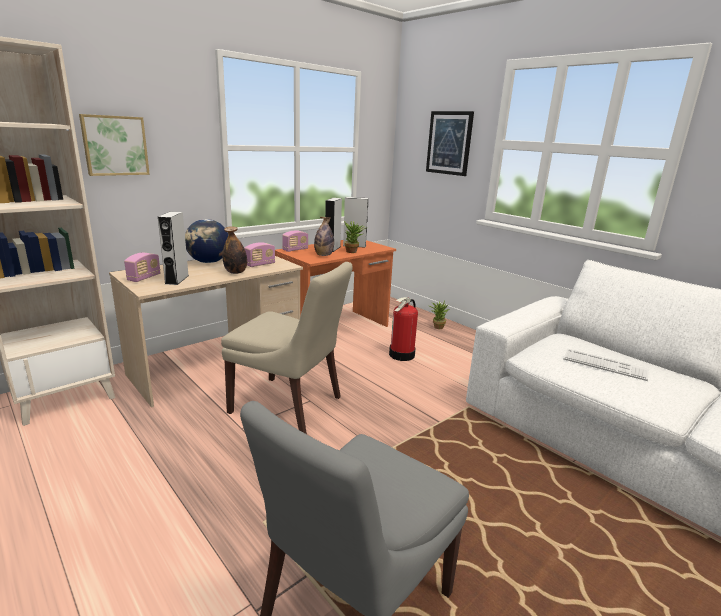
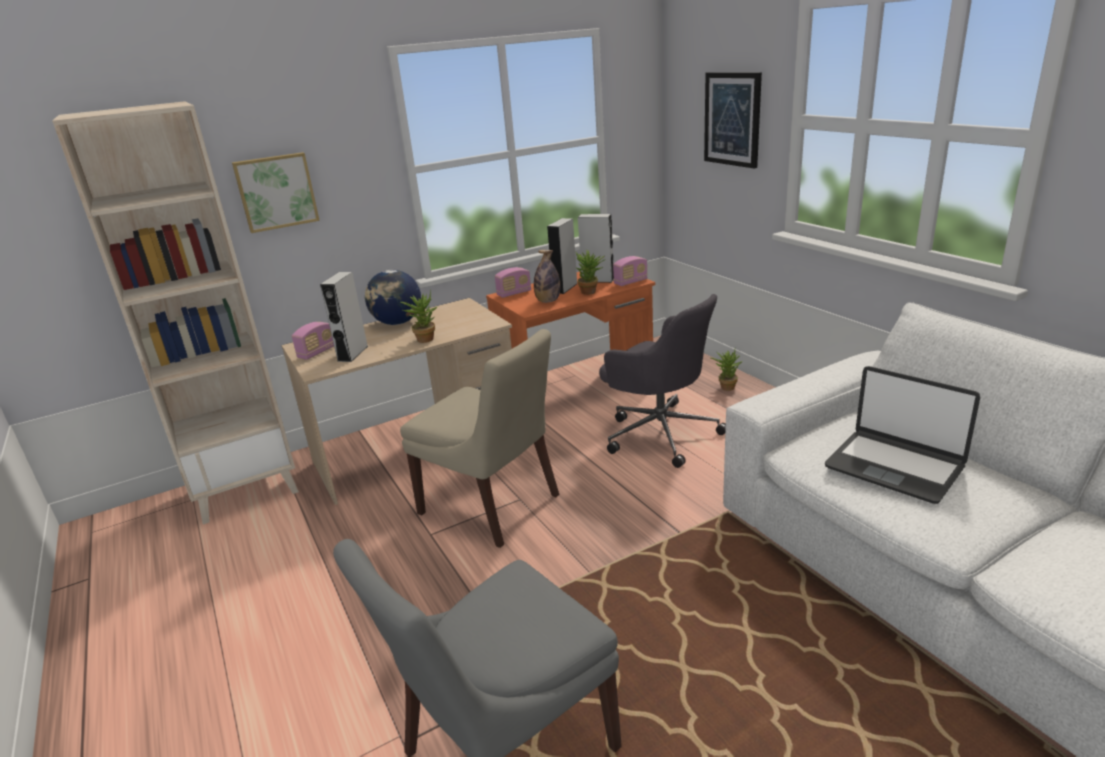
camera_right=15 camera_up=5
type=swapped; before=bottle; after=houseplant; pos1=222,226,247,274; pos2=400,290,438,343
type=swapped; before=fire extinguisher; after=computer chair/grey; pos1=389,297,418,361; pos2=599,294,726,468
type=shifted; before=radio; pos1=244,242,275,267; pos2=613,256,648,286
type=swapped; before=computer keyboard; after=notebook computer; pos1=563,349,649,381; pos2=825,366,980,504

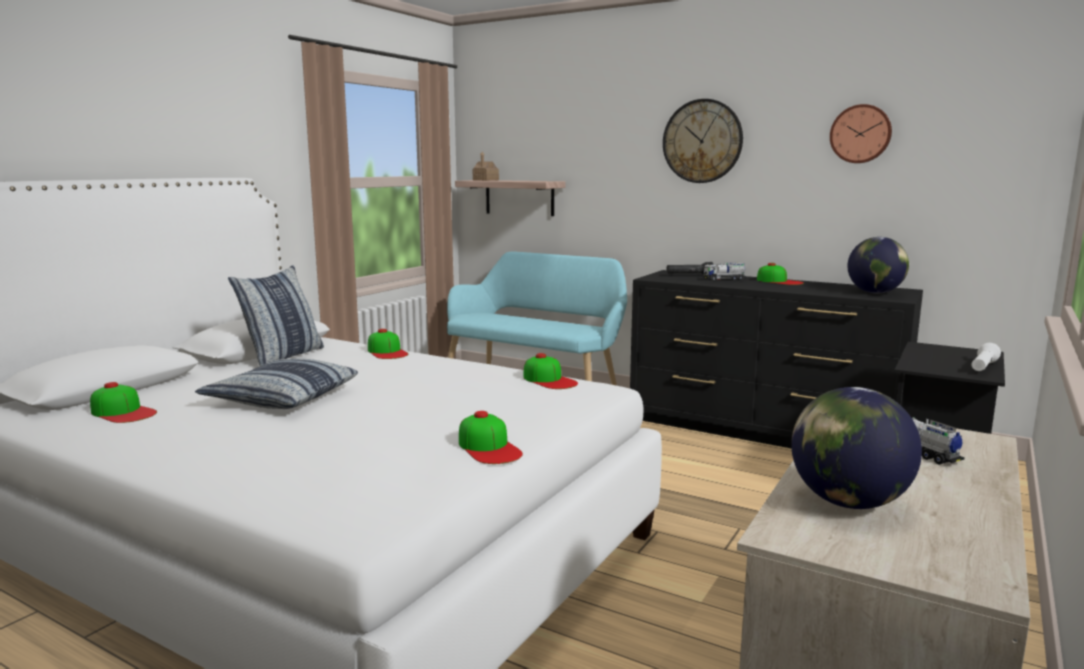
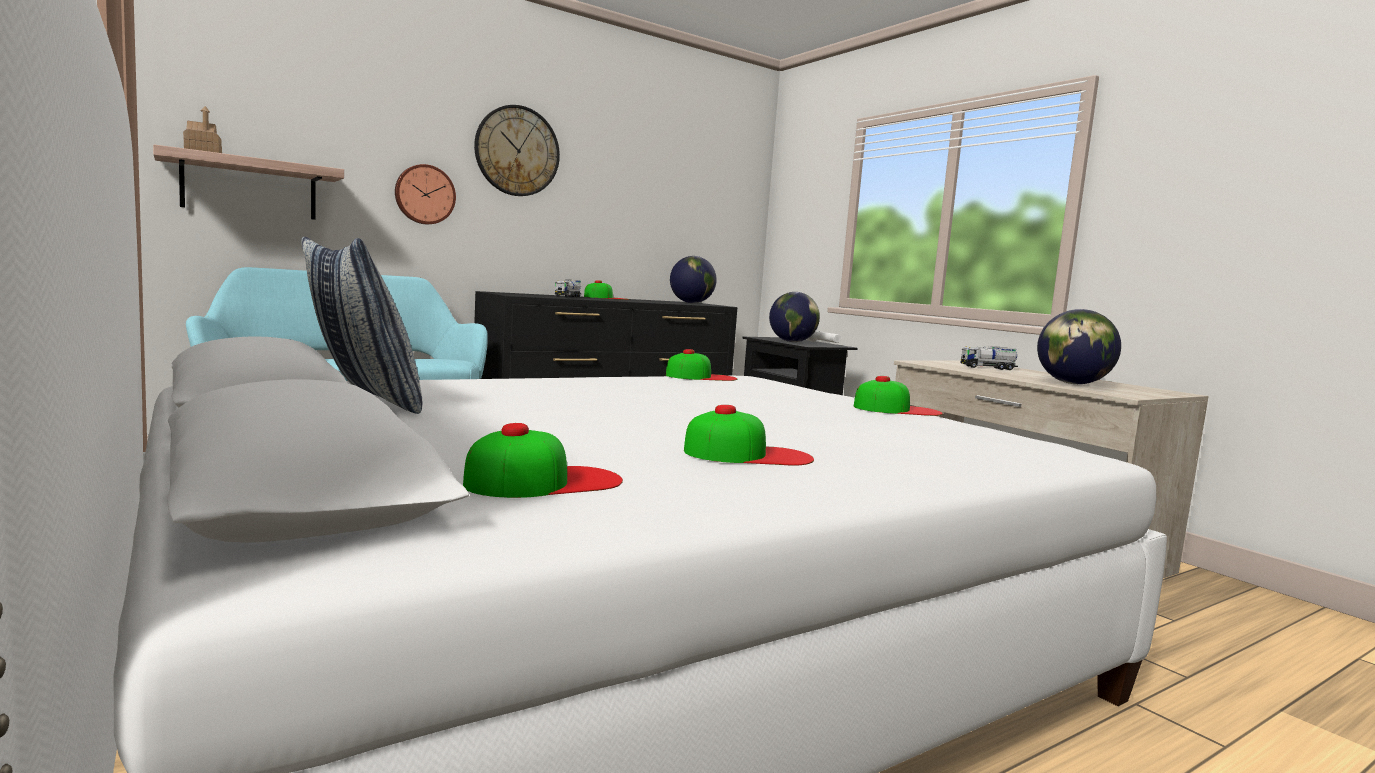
camera_right=-65 camera_up=-5
type=shifted; before=hanging clock; pos1=830,104,892,163; pos2=395,164,456,224
type=shifted; before=cap; pos1=368,329,408,359; pos2=684,405,814,465
type=new; after=desk globe; pos2=769,292,820,342
type=gone; before=cushion; pos1=195,358,358,409
type=gone; before=torch/black; pos1=666,262,714,275

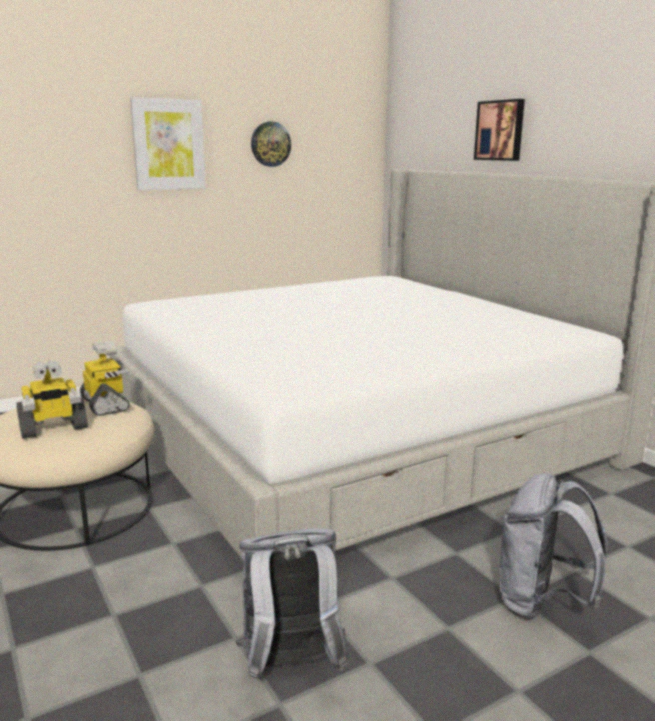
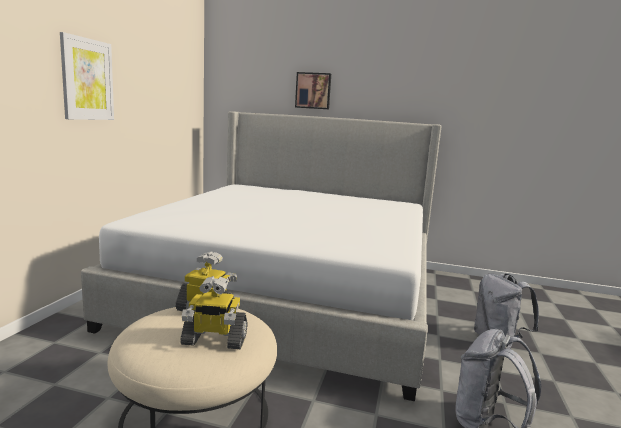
camera_right=-45 camera_up=-5
type=rotated; before=robot figure; pos1=16,361,88,439; pos2=180,276,247,349; turn=75
type=gone; before=hanging clock; pos1=251,122,291,167

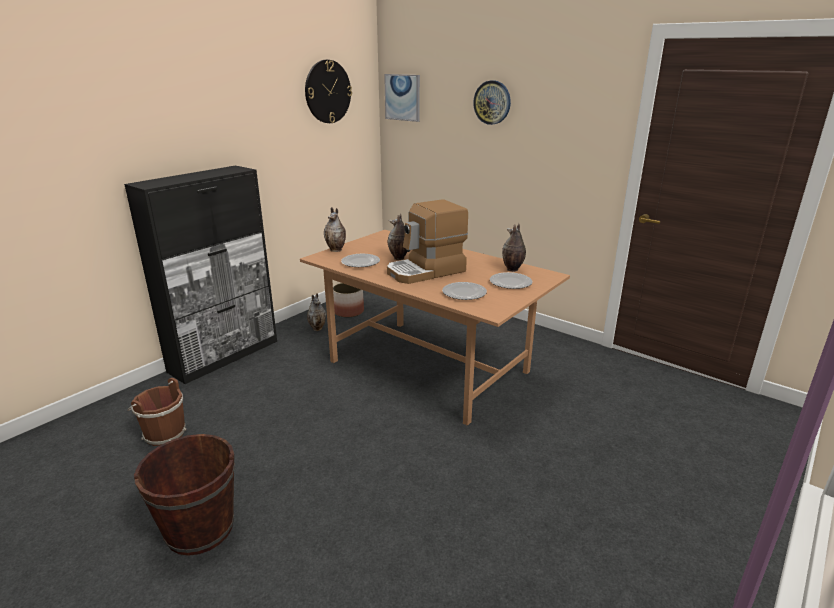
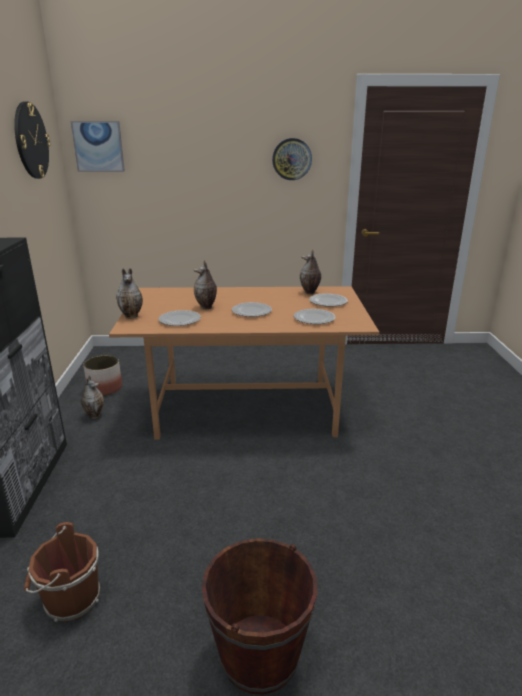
camera_right=-40 camera_up=0
type=swapped; before=coffee maker; after=dinner plate; pos1=387,200,468,284; pos2=232,302,272,317
type=shifted; before=hanging clock; pos1=473,80,511,125; pos2=272,138,312,180

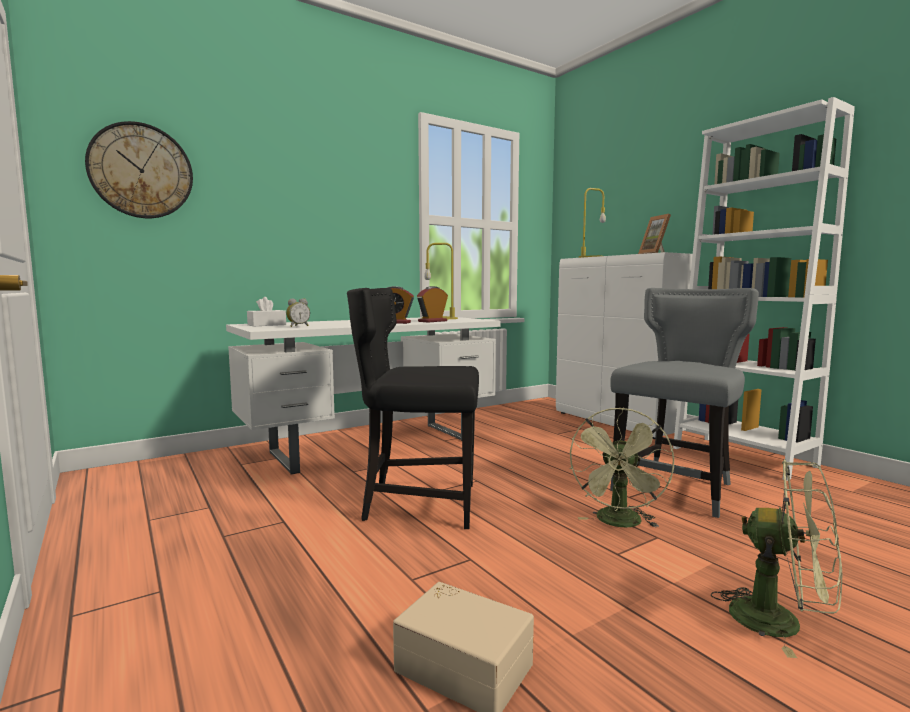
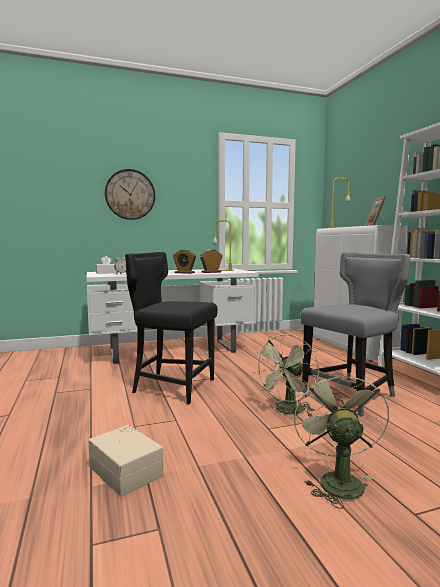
camera_right=15 camera_up=0
type=shifted; before=hanging clock; pos1=85,121,193,218; pos2=105,169,155,220
type=rotated; before=fan/greenish; pos1=711,459,842,658; pos2=294,369,389,509; turn=-135

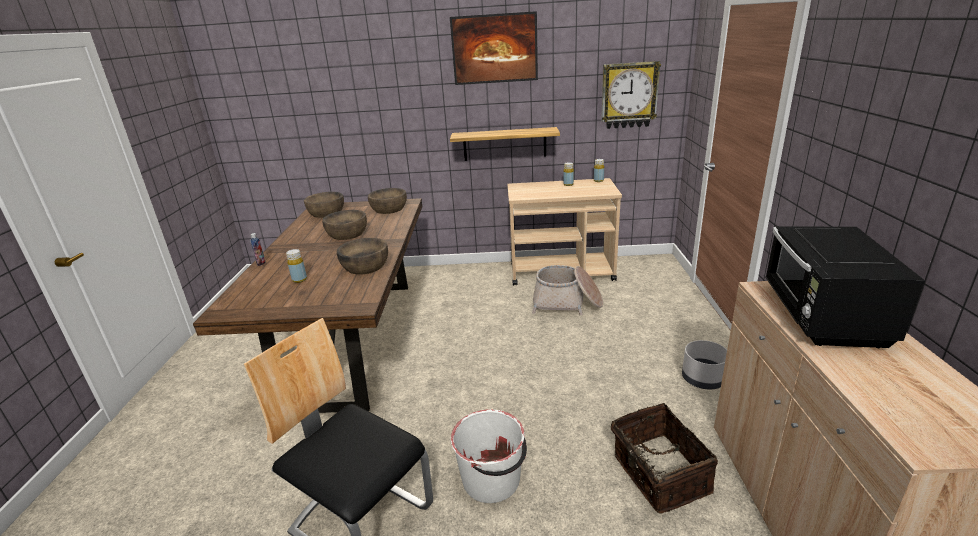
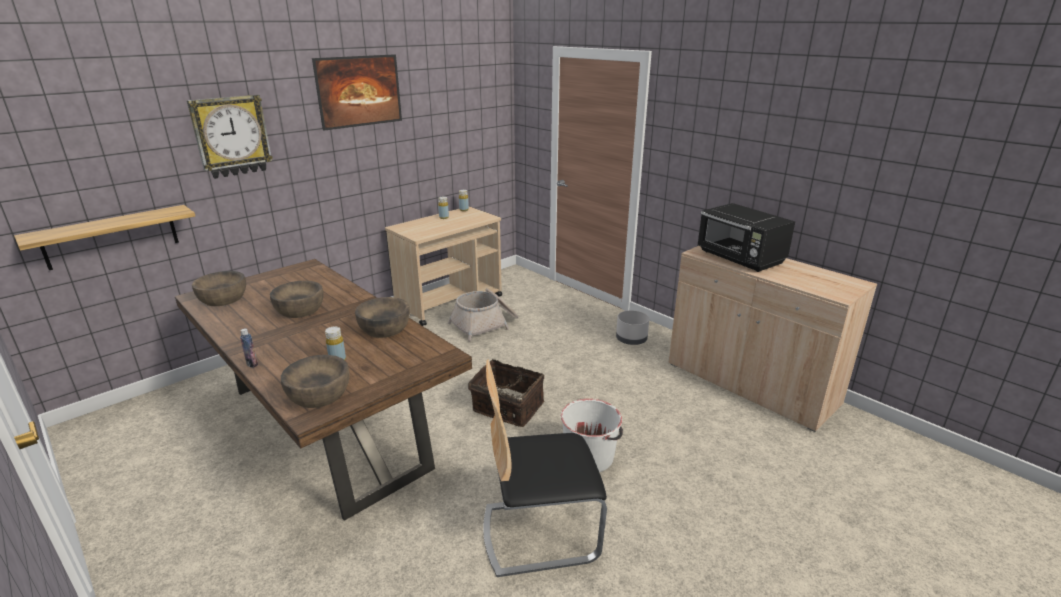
camera_right=-45 camera_up=0
type=shifted; before=shelf; pos1=450,127,560,161; pos2=14,205,195,270
type=shifted; before=hanging clock; pos1=601,61,661,129; pos2=187,95,273,179
type=shifted; before=deep dish/brownish; pos1=368,188,407,214; pos2=281,355,350,408
type=shifted; before=storage basket; pos1=611,403,718,513; pos2=468,359,544,427

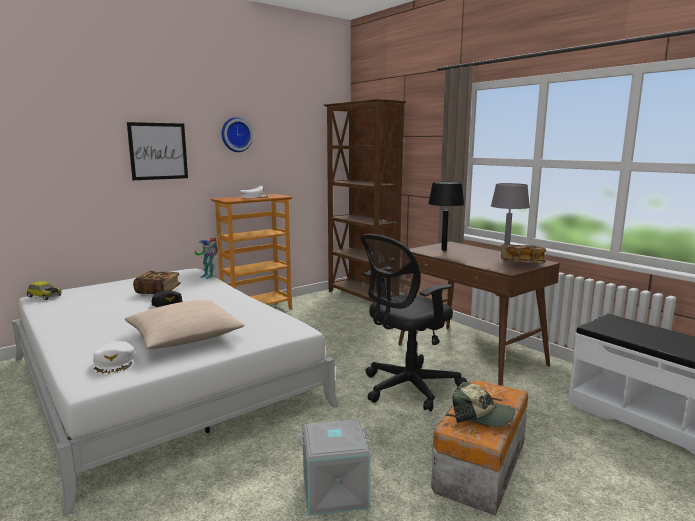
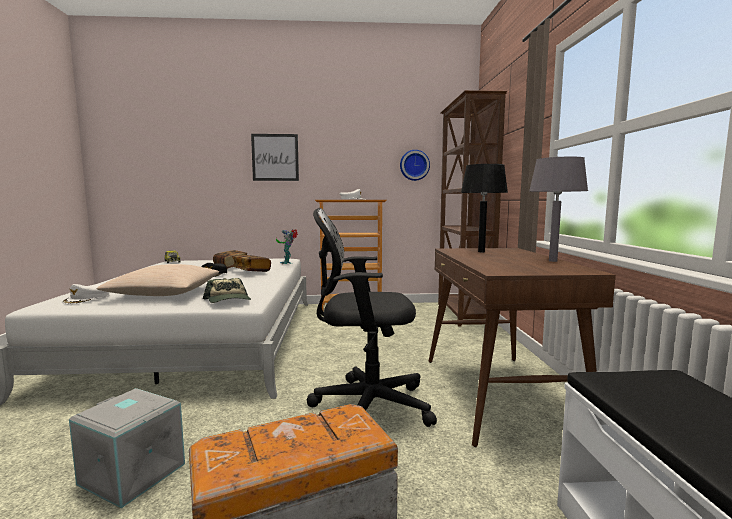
camera_right=35 camera_up=-5
type=shifted; before=cap; pos1=452,381,515,427; pos2=203,278,251,303
type=shifted; before=volume; pos1=501,245,546,263; pos2=232,255,271,272
type=shifted; before=hanging clock; pos1=222,117,253,152; pos2=400,150,430,181

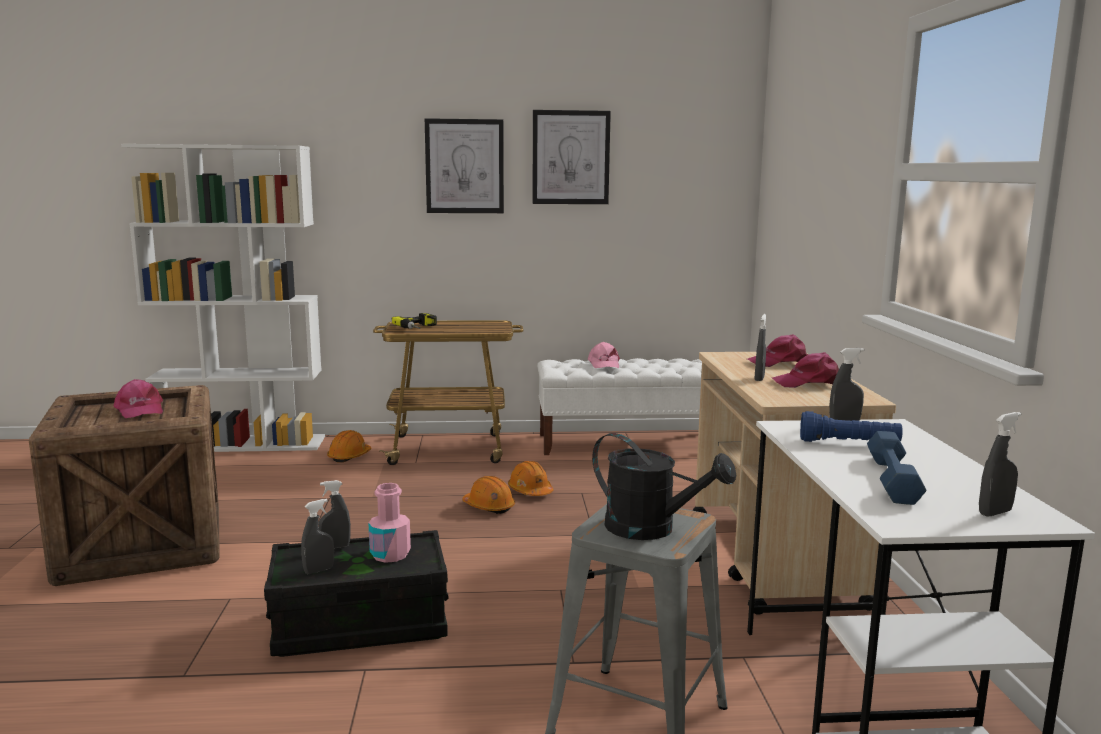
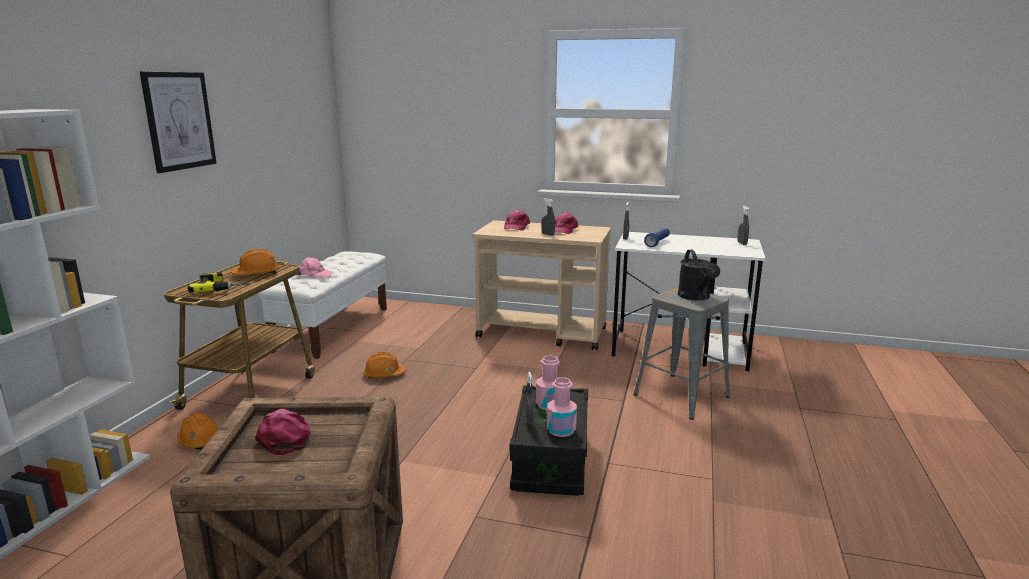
camera_right=-70 camera_up=5
type=shifted; before=safety helmet/orangey; pos1=462,476,515,514; pos2=231,249,280,275
type=rotated; before=cap/pinkish; pos1=113,379,163,418; pos2=255,408,311,455; turn=-90
type=swapped; before=spray bottle/grey; after=bottle/pinkish; pos1=301,499,334,574; pos2=547,377,577,437
type=rotated; before=sprinkling can/black; pos1=592,433,736,540; pos2=678,250,720,301; turn=120
type=gone; before=wall art; pos1=532,110,611,204
type=gone; before=hand weight/blue-coloured; pos1=867,431,927,505

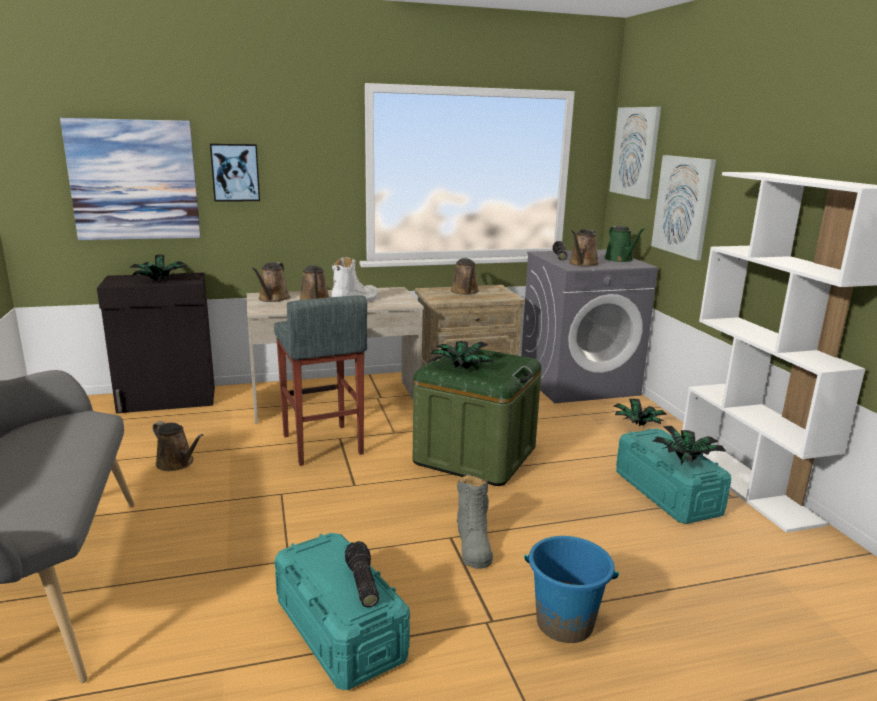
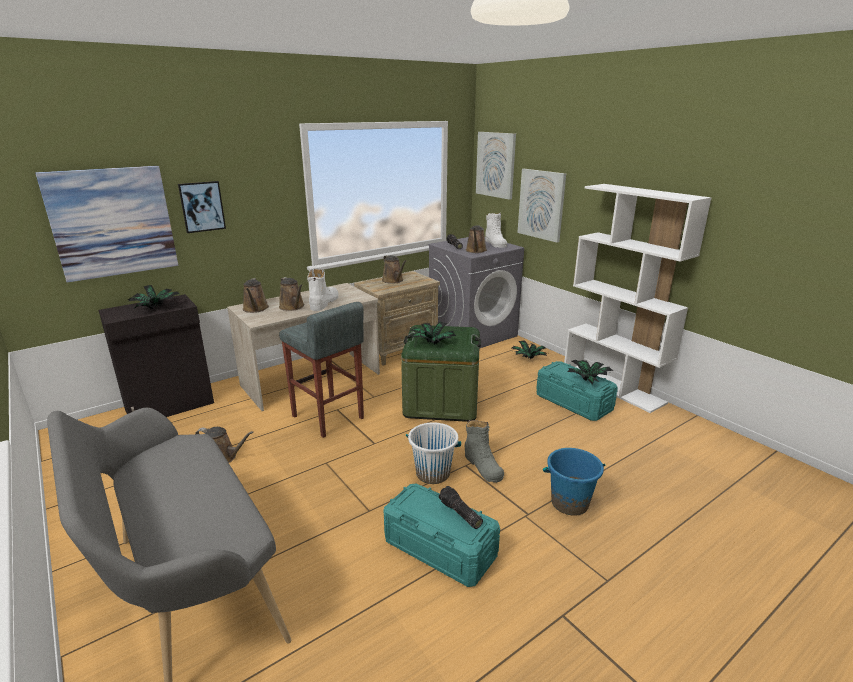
camera_right=-20 camera_up=5
type=new; after=bucket/whitish; pos2=406,422,461,484
type=swapped; before=sprinkling can/greenish; after=high-top boot/whitish; pos1=604,226,645,262; pos2=485,213,507,248

